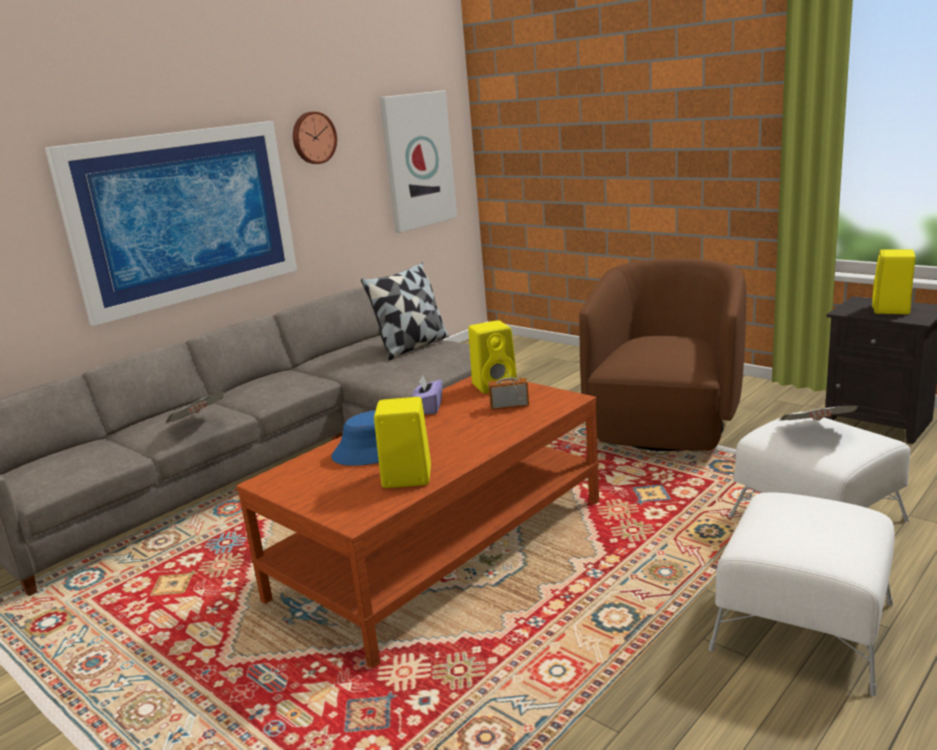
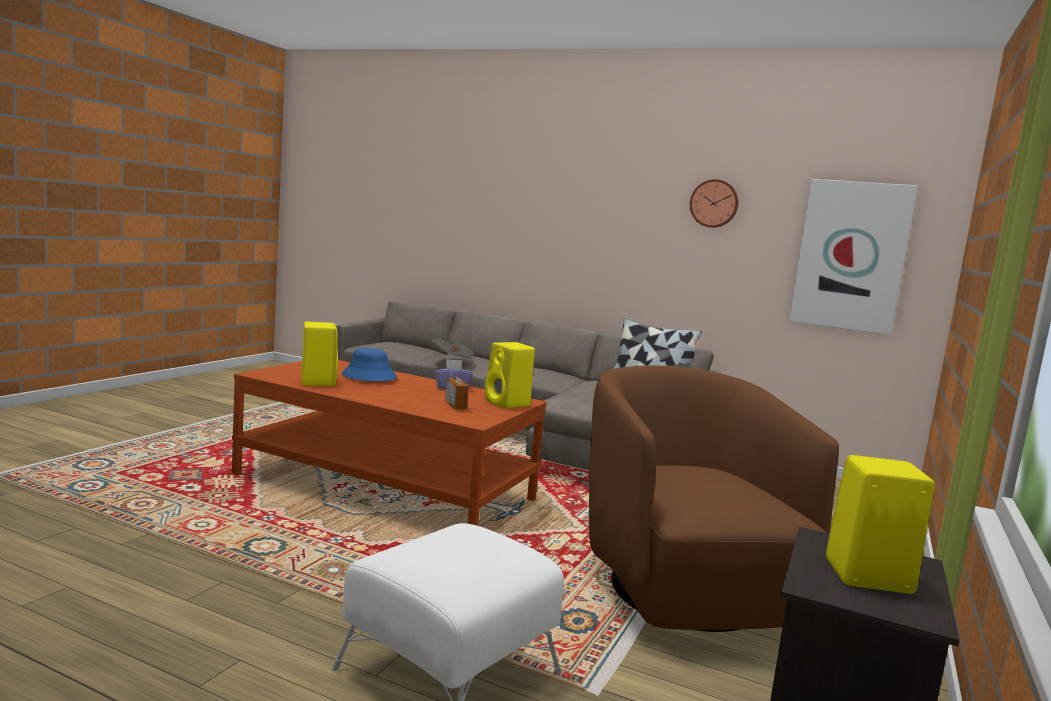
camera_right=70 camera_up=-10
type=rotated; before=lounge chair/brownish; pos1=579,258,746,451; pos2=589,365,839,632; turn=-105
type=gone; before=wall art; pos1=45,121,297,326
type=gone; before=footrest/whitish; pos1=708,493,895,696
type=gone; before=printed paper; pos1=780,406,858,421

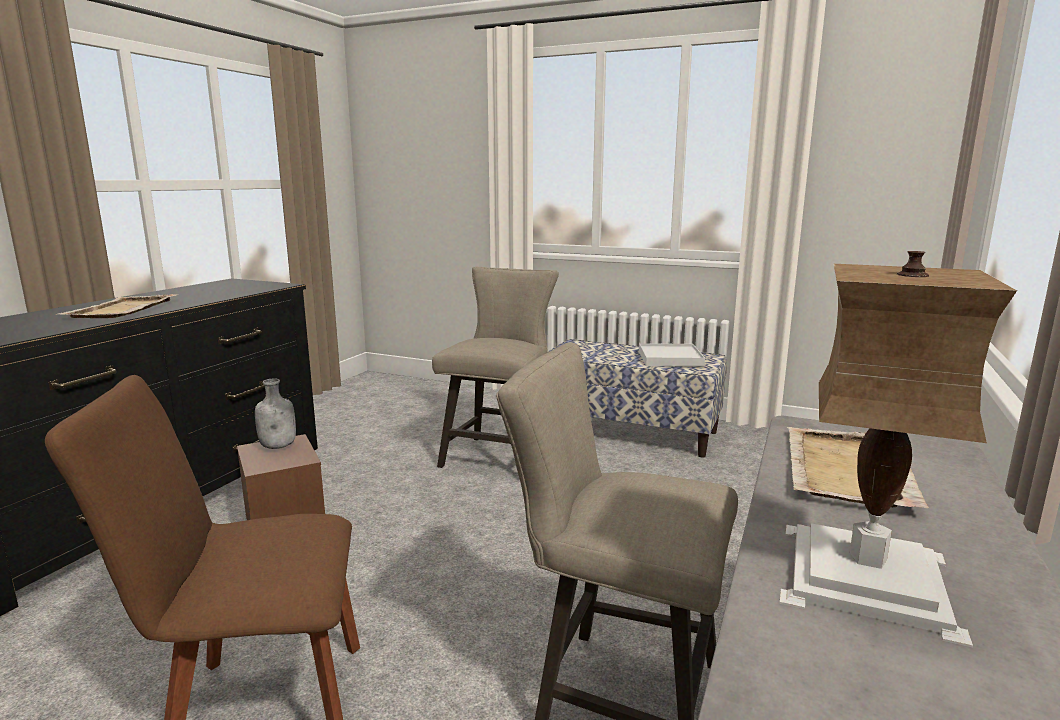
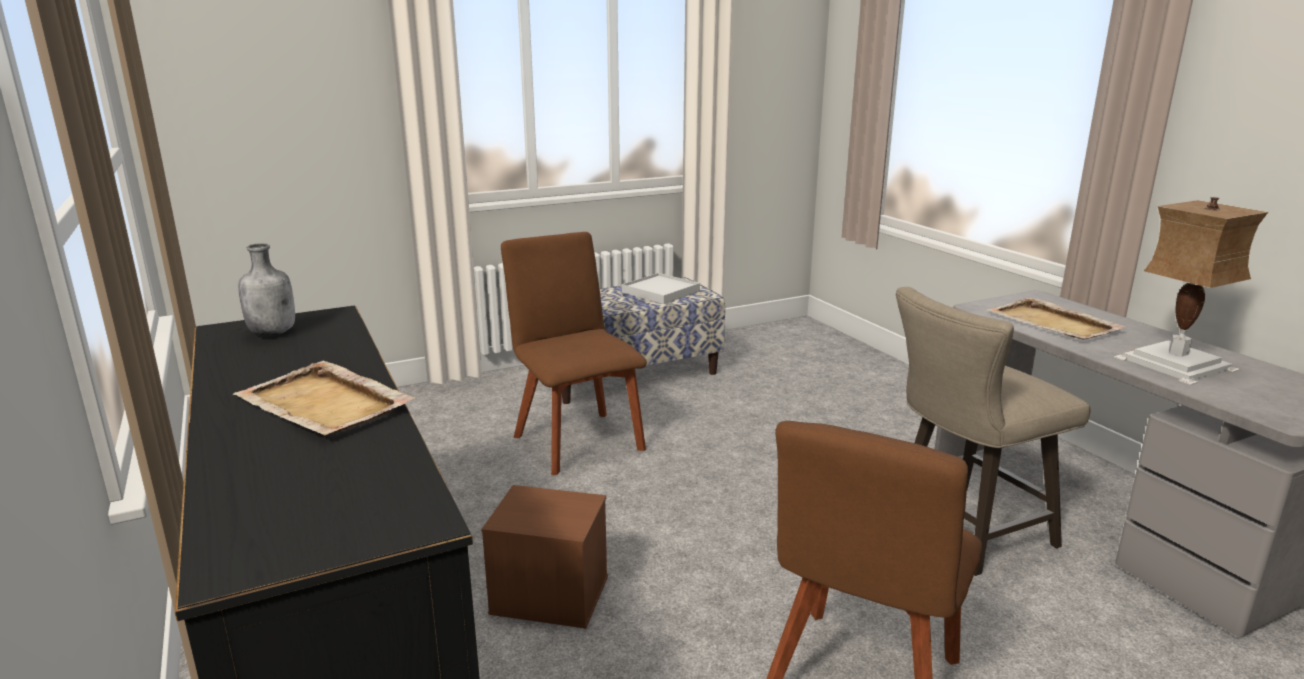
camera_right=-50 camera_up=5
type=shifted; before=bottle/grey; pos1=255,379,296,449; pos2=238,243,295,336
type=swapped; before=stool seat/beige; after=chair/brownish; pos1=432,267,559,468; pos2=501,232,647,475

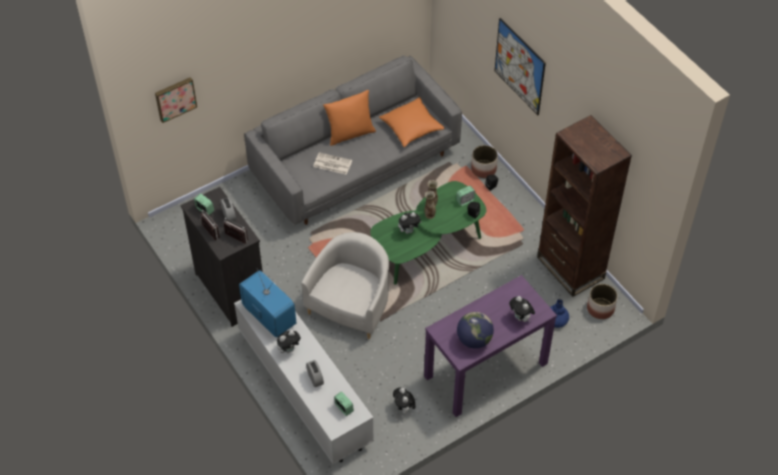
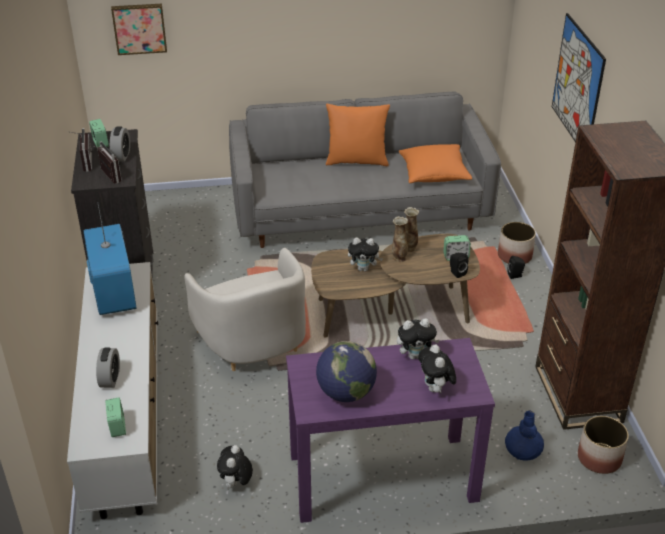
camera_right=25 camera_up=-15
type=rotated; before=lounge chair/whitish; pos1=301,232,389,339; pos2=184,248,306,371; turn=105
type=repainted; before=lounge table/greenish; after=lounge table/brownish; pos1=370,181,486,285; pos2=311,234,480,338
type=shifted; before=soft toy; pos1=277,330,301,353; pos2=397,318,439,359
type=gone; before=printed paper; pos1=313,152,352,175

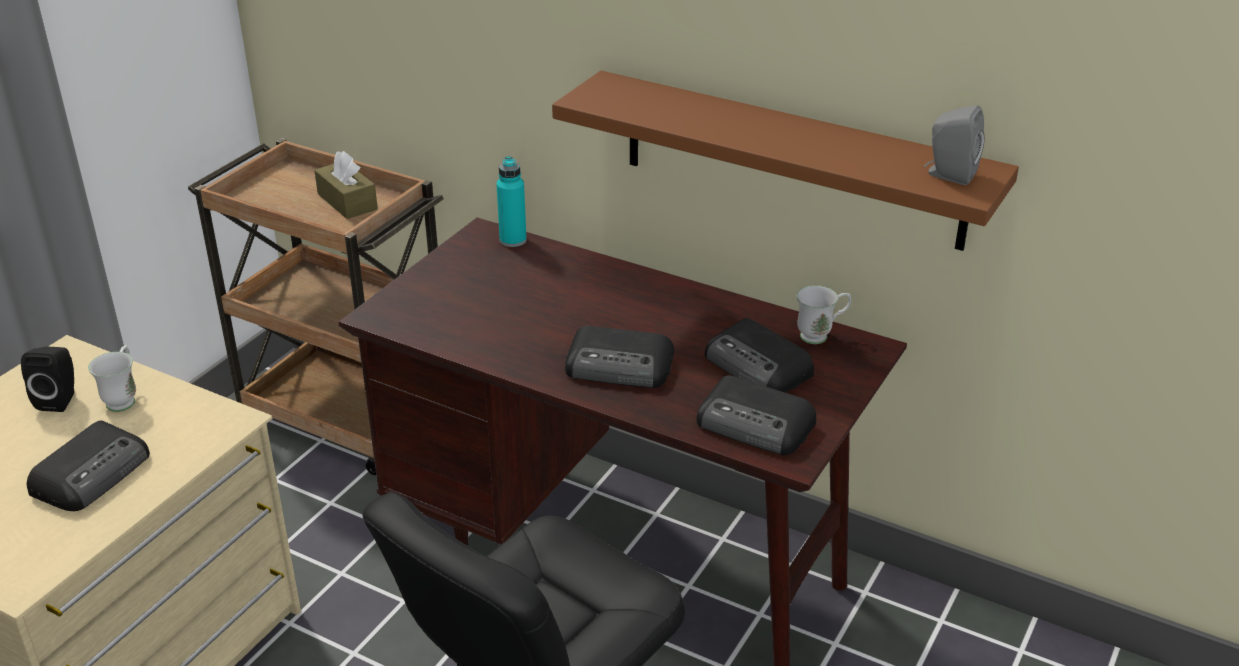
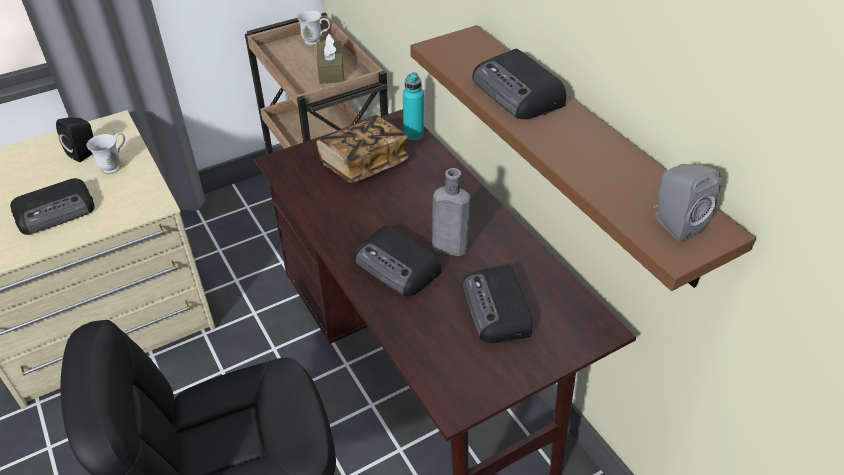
camera_right=30 camera_up=10
type=shifted; before=tea mug/whitish; pos1=796,285,851,344; pos2=297,10,330,46
type=new; after=volume; pos2=316,115,409,183
type=new; after=bottle/grey; pos2=432,168,471,256
type=shifted; before=radio; pos1=696,376,816,455; pos2=472,49,566,119

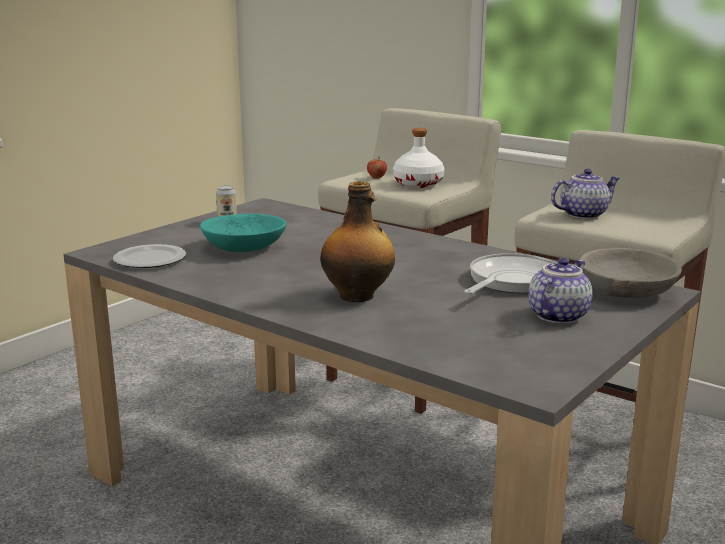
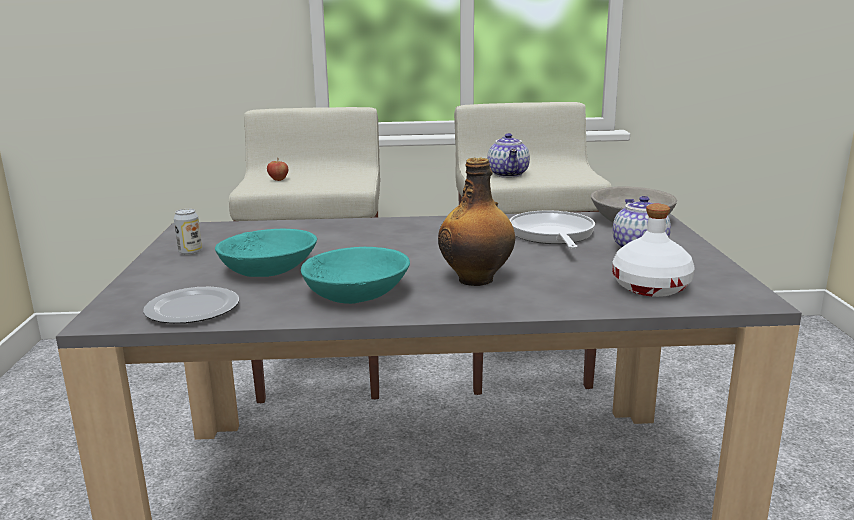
camera_right=-40 camera_up=0
type=new; after=deep dish/turquoise-coloured; pos2=301,247,410,304
type=rotated; before=pot for tea; pos1=551,169,620,219; pos2=487,133,530,178; turn=150
type=shifted; before=bottle/whitish; pos1=393,128,445,188; pos2=612,204,695,297

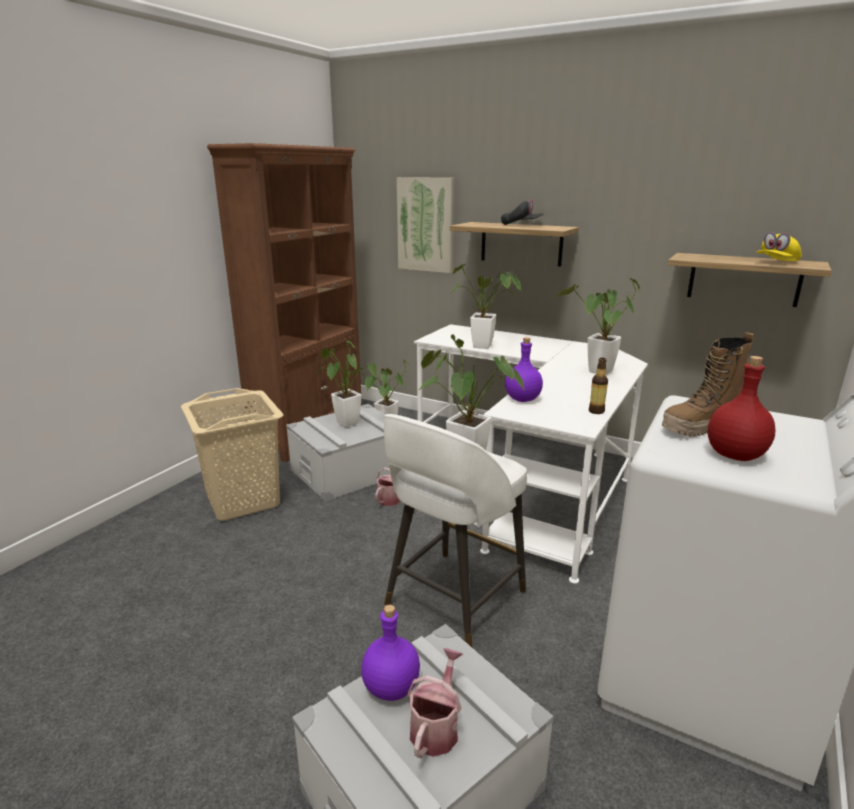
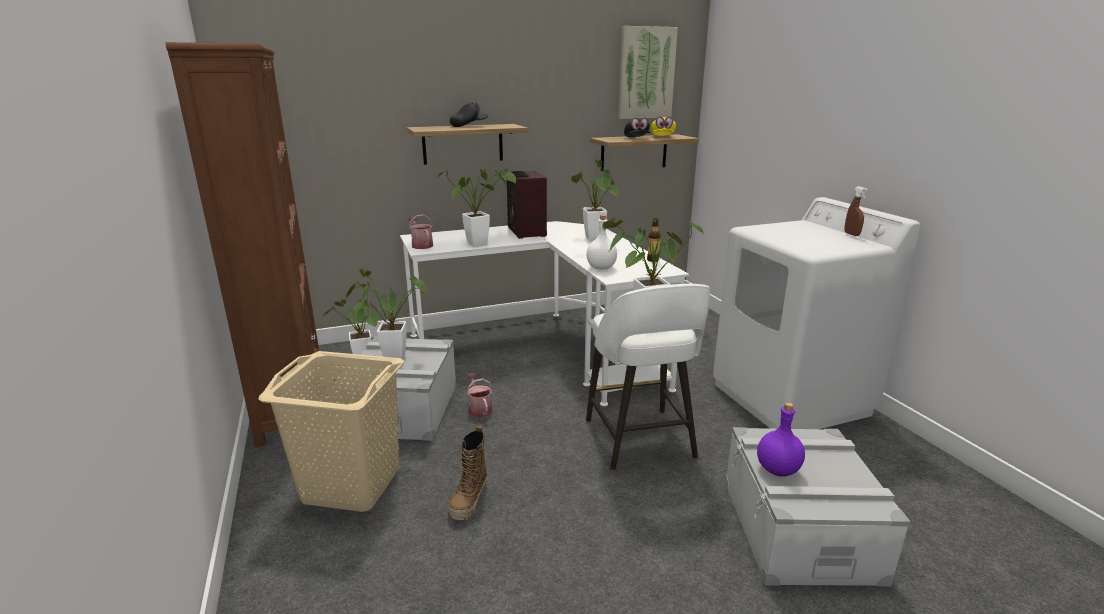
camera_right=-50 camera_up=0
type=shifted; before=sprinkling can; pos1=407,648,463,758; pos2=408,214,433,249
type=shifted; before=high-top boot; pos1=662,332,755,437; pos2=448,426,487,520
type=new; after=radio; pos2=507,170,547,239
type=repainted; before=bottle/purplish; after=bottle/whitish; pos1=505,337,543,402; pos2=586,215,617,270
type=shifted; before=wall art; pos1=397,177,454,273; pos2=618,26,678,119
type=new; after=cap/black; pos2=624,117,651,137
type=new; after=spray bottle/brownish; pos2=844,186,868,236
type=gone; before=bottle/red; pos1=708,356,776,461

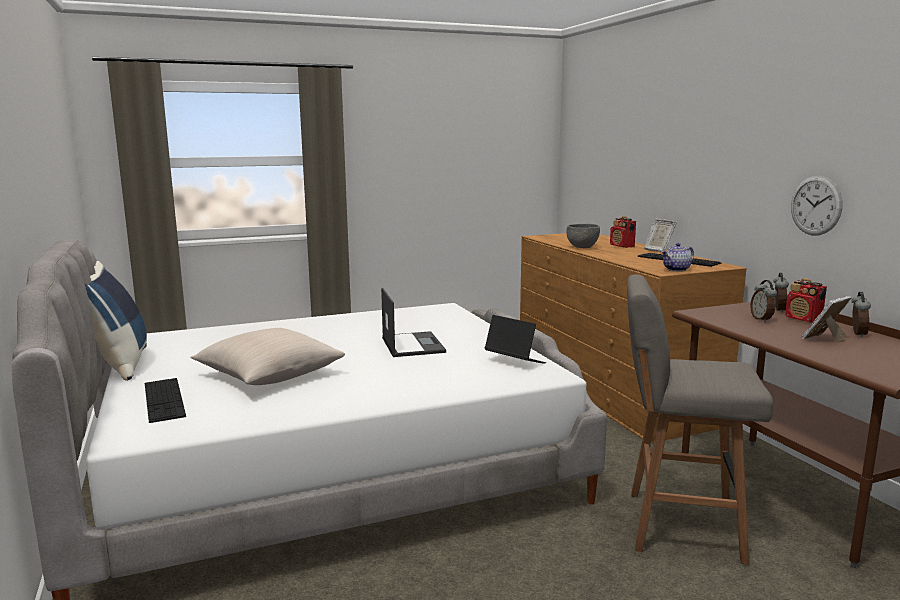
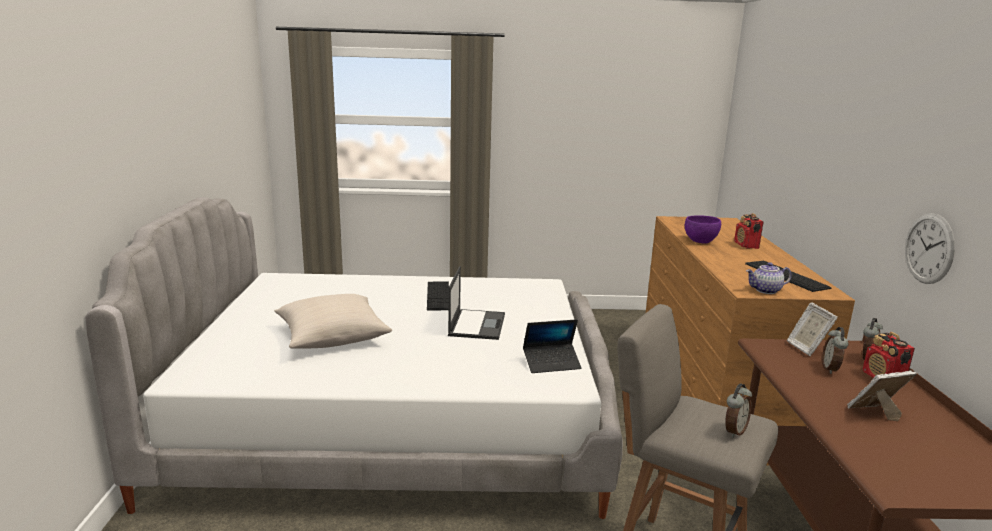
camera_right=20 camera_up=5
type=shifted; before=computer keyboard; pos1=145,378,186,423; pos2=427,281,449,310
type=rotated; before=notebook computer; pos1=484,315,546,364; pos2=523,319,582,373; turn=105
type=repainted; before=deep dish/grey; after=deep dish/purplish; pos1=566,224,600,248; pos2=685,216,721,243
type=shifted; before=table clock; pos1=851,292,871,337; pos2=725,383,752,438
type=shifted; before=picture frame; pos1=644,219,677,252; pos2=787,302,838,356
type=gone; before=cushion/blue-coloured; pos1=85,261,147,381

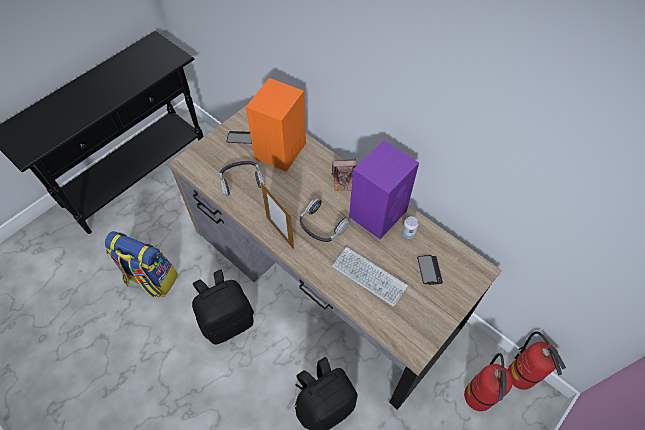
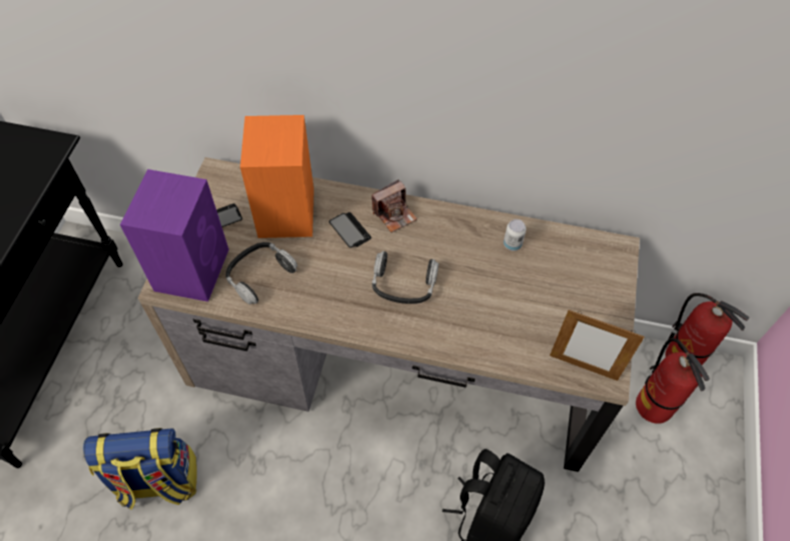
camera_right=-30 camera_up=0
type=shifted; before=audio speaker/purplish; pos1=349,141,419,239; pos2=120,169,229,302
type=shifted; before=telephone; pos1=417,255,443,285; pos2=329,212,371,248
type=shifted; before=picture frame; pos1=261,182,294,249; pos2=550,310,645,381
type=gone; before=rucksack/black; pos1=192,270,254,345
type=gone; before=computer keyboard; pos1=332,247,408,307

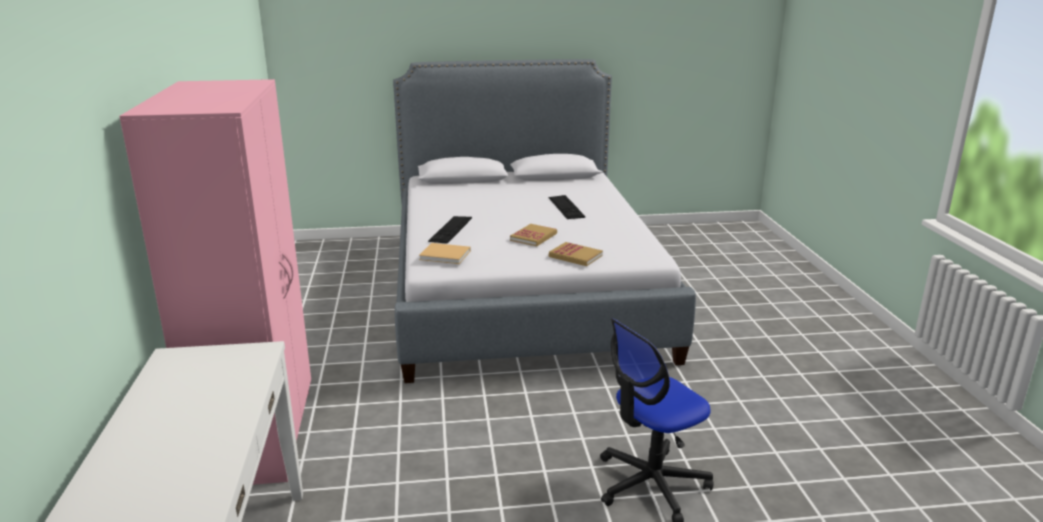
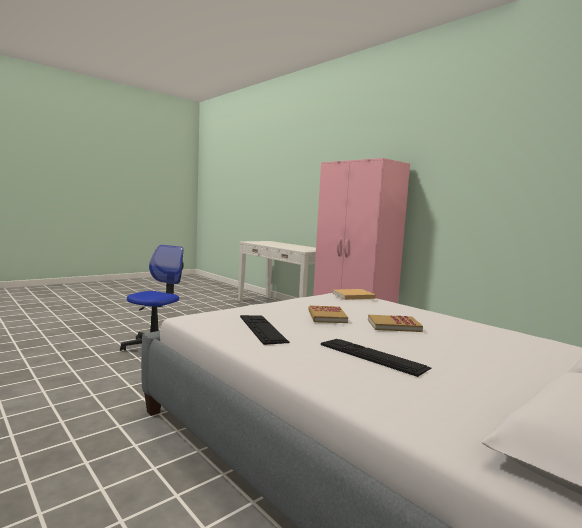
camera_right=145 camera_up=-15
type=shifted; before=computer keyboard; pos1=428,216,472,244; pos2=240,315,290,345
type=shifted; before=volume; pos1=549,242,603,266; pos2=368,315,423,332

